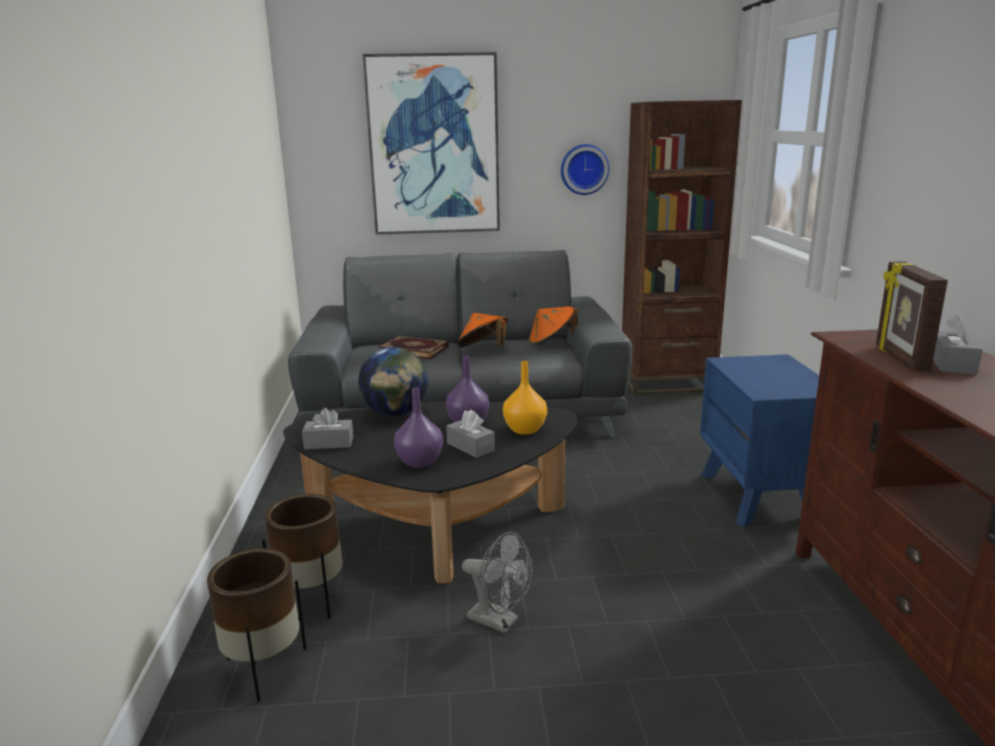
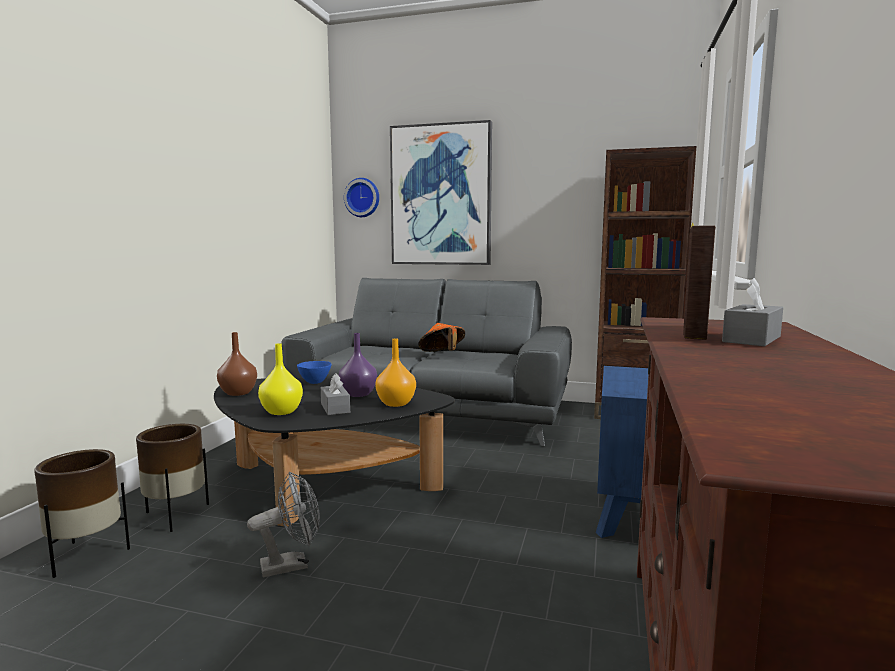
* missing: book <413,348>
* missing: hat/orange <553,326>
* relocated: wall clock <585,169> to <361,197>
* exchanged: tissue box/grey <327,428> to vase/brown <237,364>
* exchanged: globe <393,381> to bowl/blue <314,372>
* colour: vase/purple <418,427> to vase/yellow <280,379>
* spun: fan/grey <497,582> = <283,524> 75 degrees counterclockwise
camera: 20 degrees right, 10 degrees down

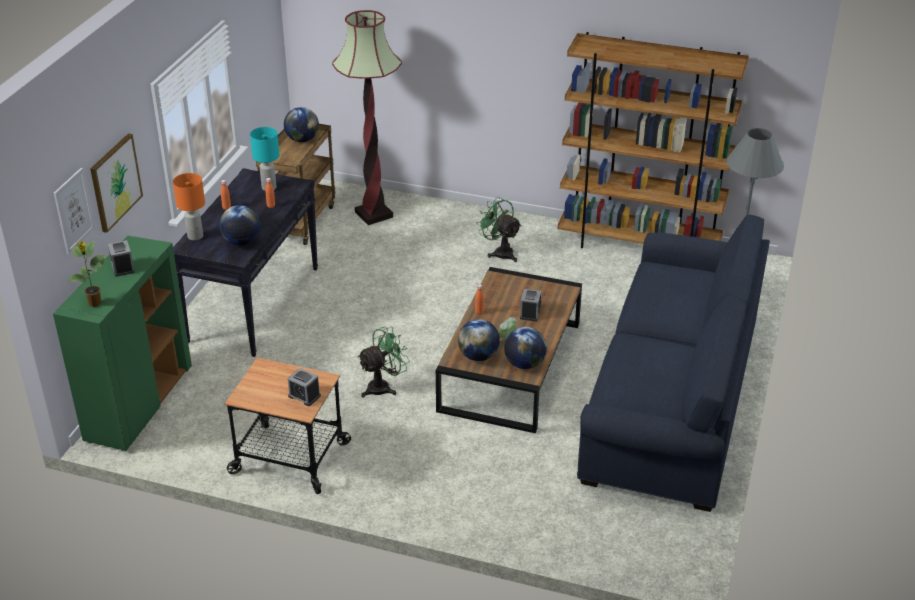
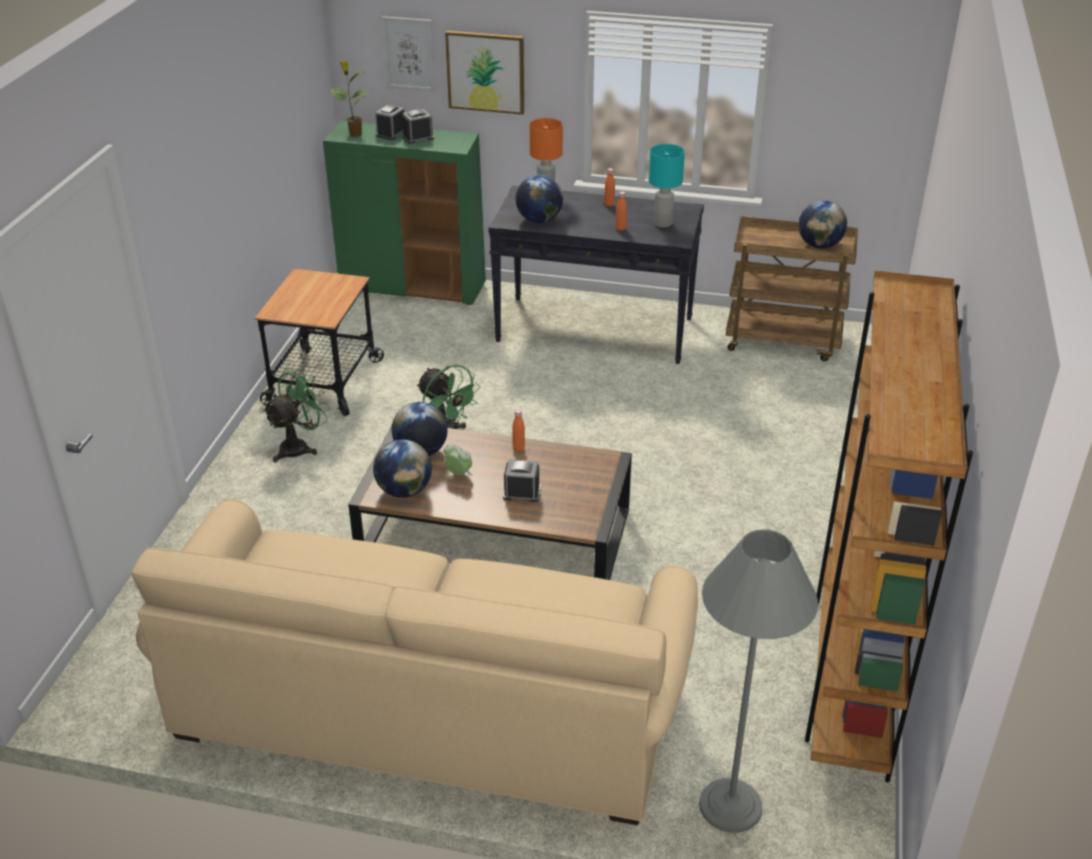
* missing: floor lamp <367,117>
* relocated: alarm clock <304,387> to <390,122>
* relocated: fan/green <498,229> to <296,415>
* colour: sofa/blue <673,363> to sofa/beige <414,662>
camera: 85 degrees right, 0 degrees up

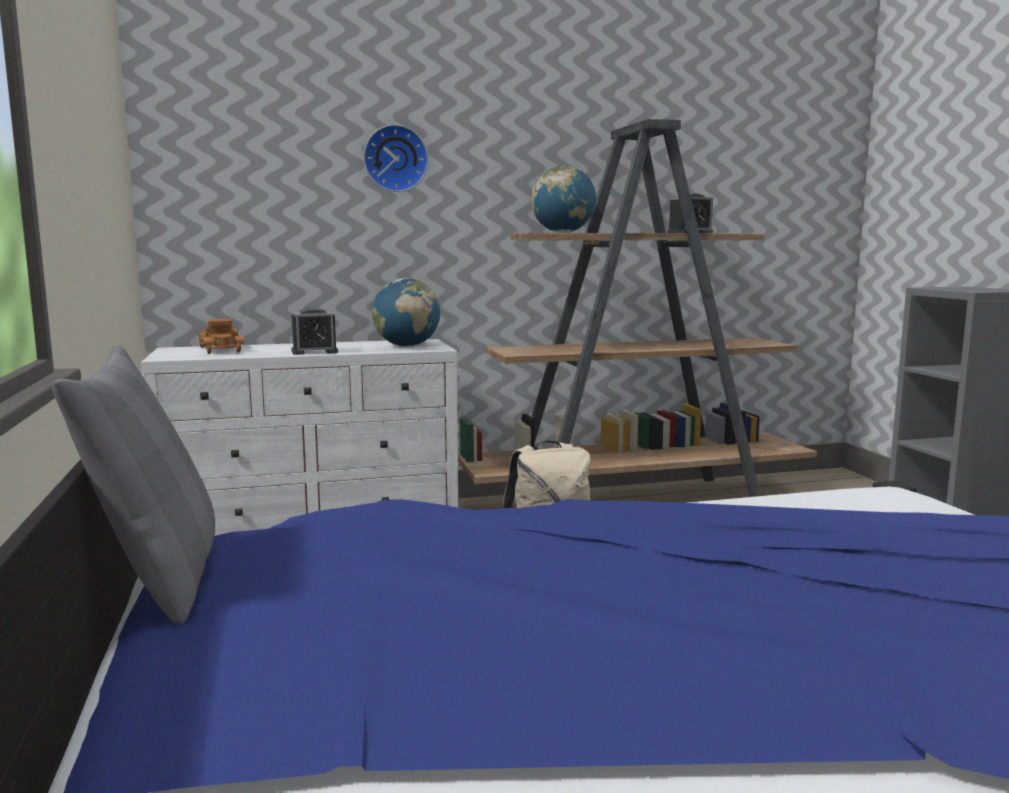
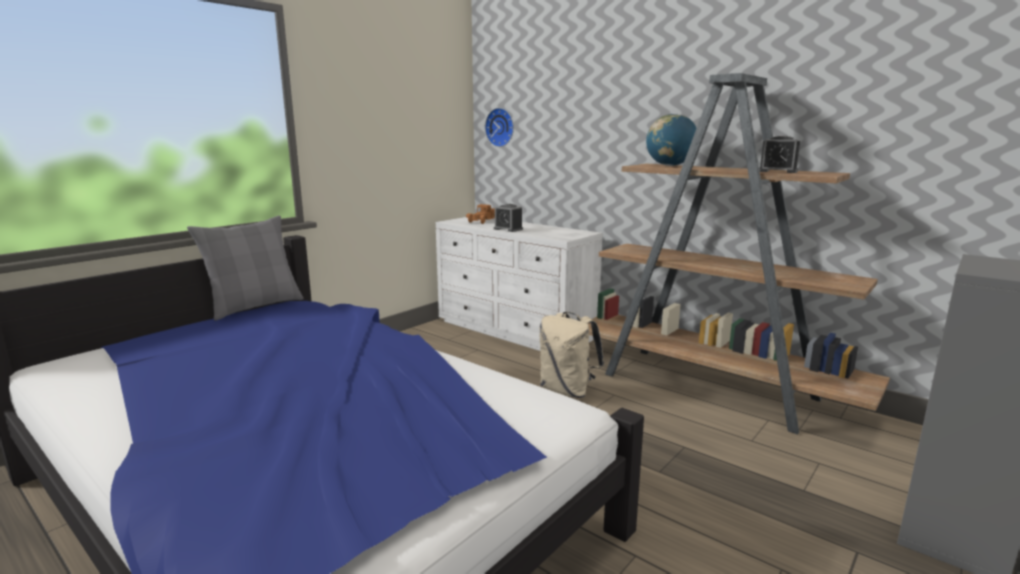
* missing: globe <406,312>
* relocated: wall clock <396,158> to <499,127>
camera: 55 degrees right, 5 degrees up

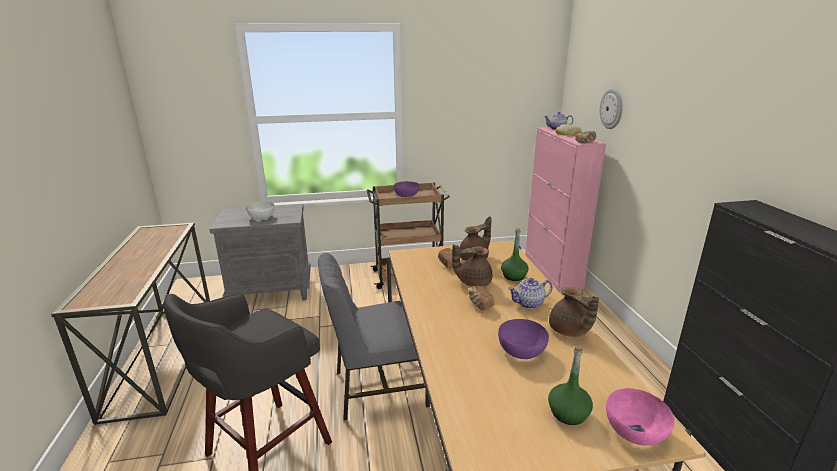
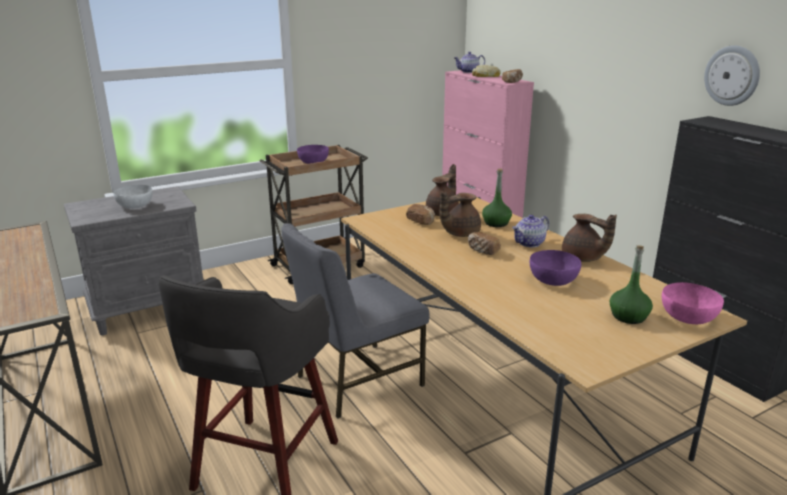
* relocated: wall clock <611,108> to <732,75>
camera: 20 degrees left, 0 degrees up

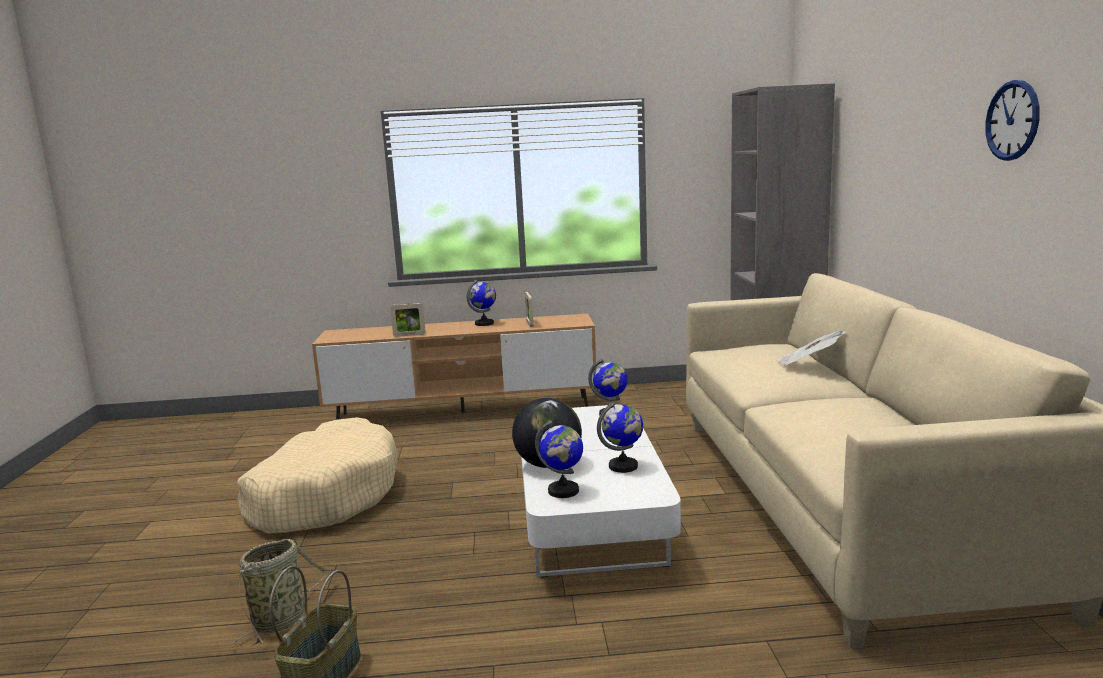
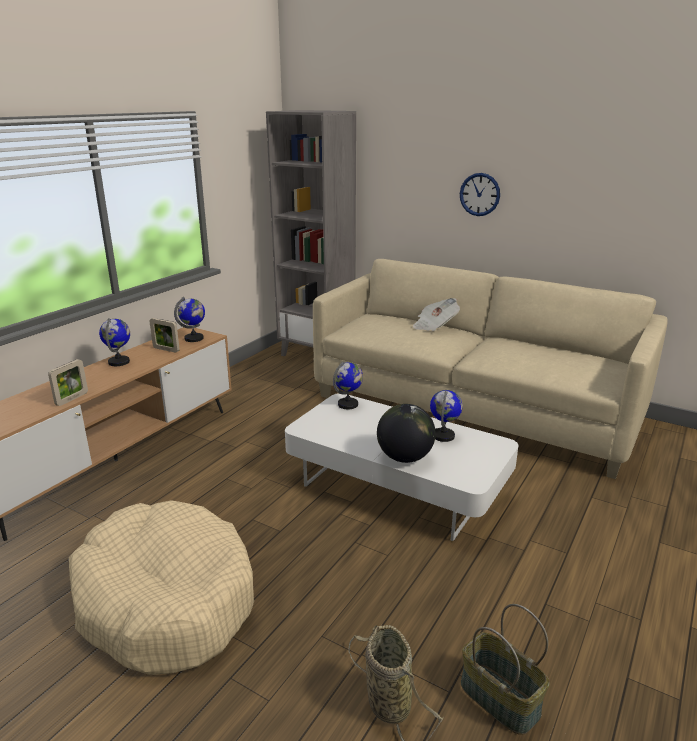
* relocated: globe <559,459> to <189,319>
* relocated: wall clock <1012,120> to <480,194>
camera: 55 degrees left, 10 degrees up

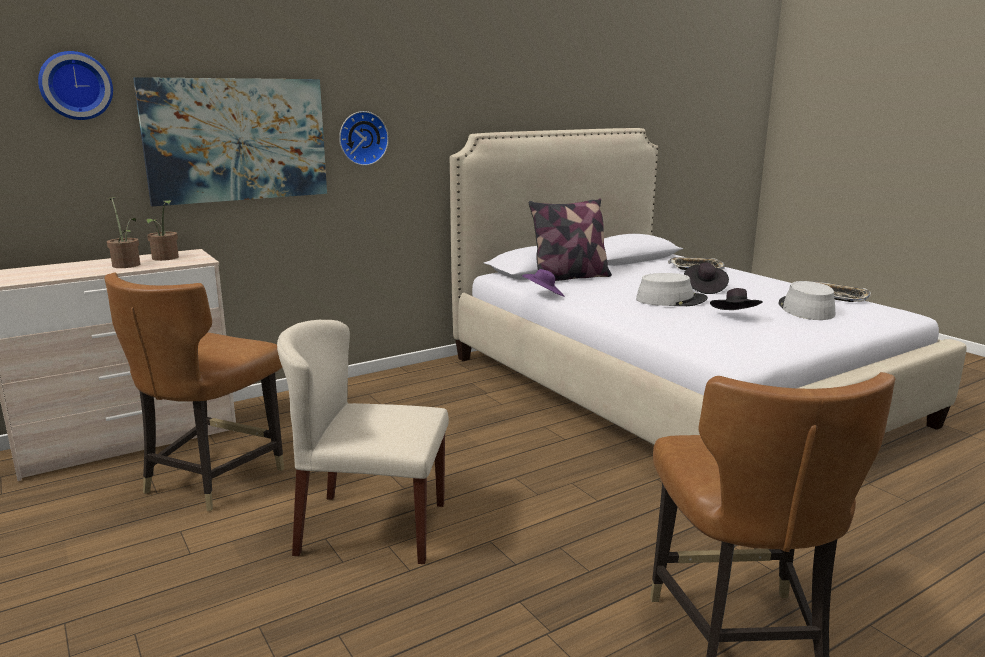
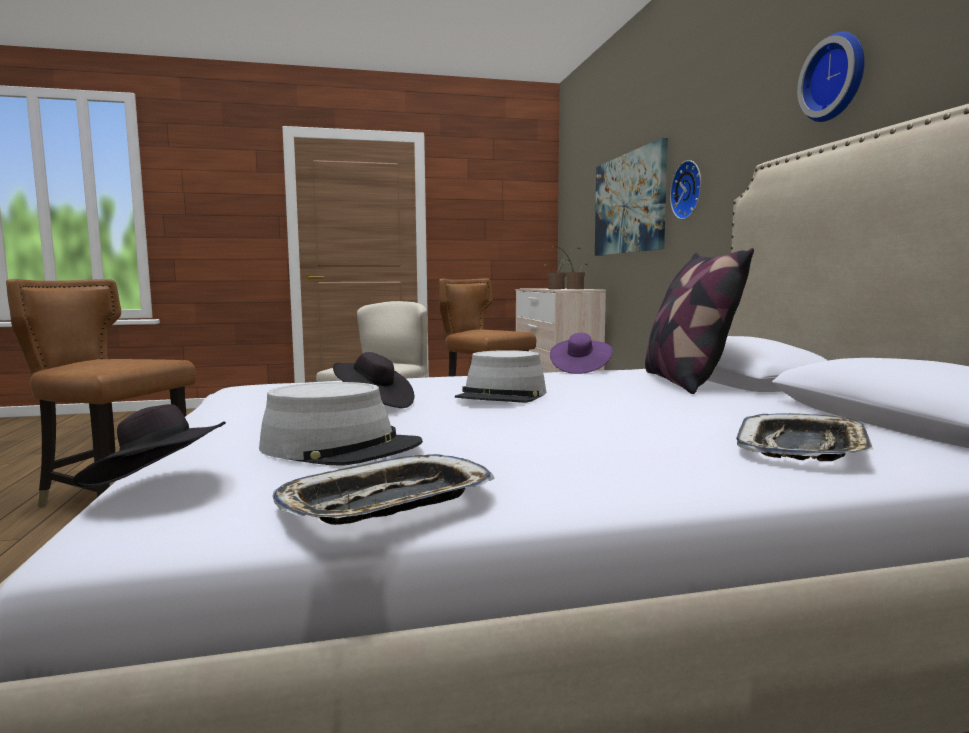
* relocated: wall clock <75,85> to <830,76>
* relocated: hat/black <706,278> to <149,446>
camera: 110 degrees right, 10 degrees down

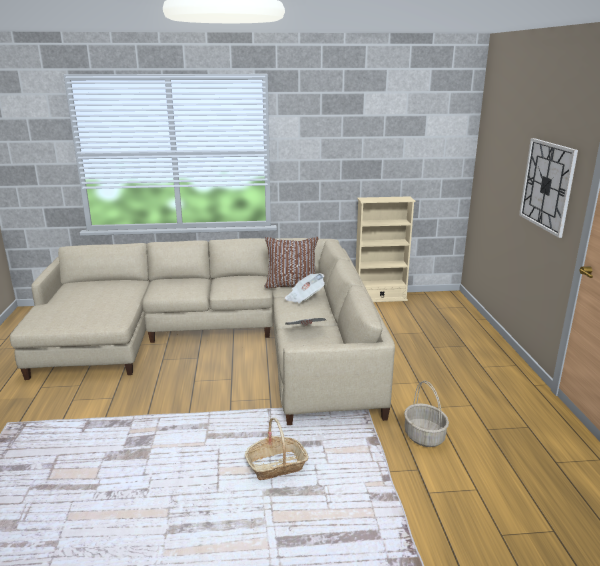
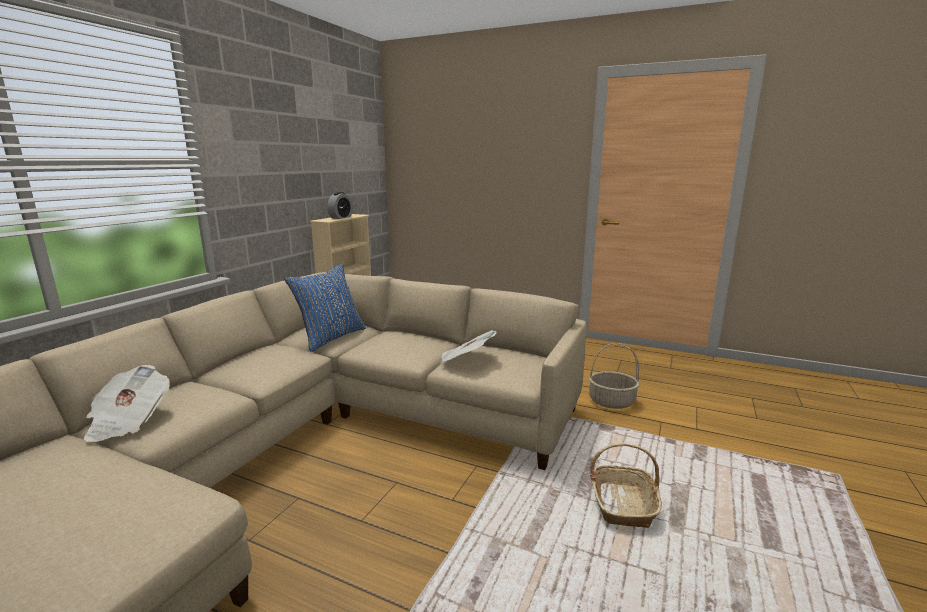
* missing: wall clock <548,188>
* appeared: alarm clock <340,205>
* relocated: newspaper <305,288> to <127,403>
* colour: pillow/brown <292,262> to pillow/blue <325,307>
camera: 60 degrees left, 5 degrees down

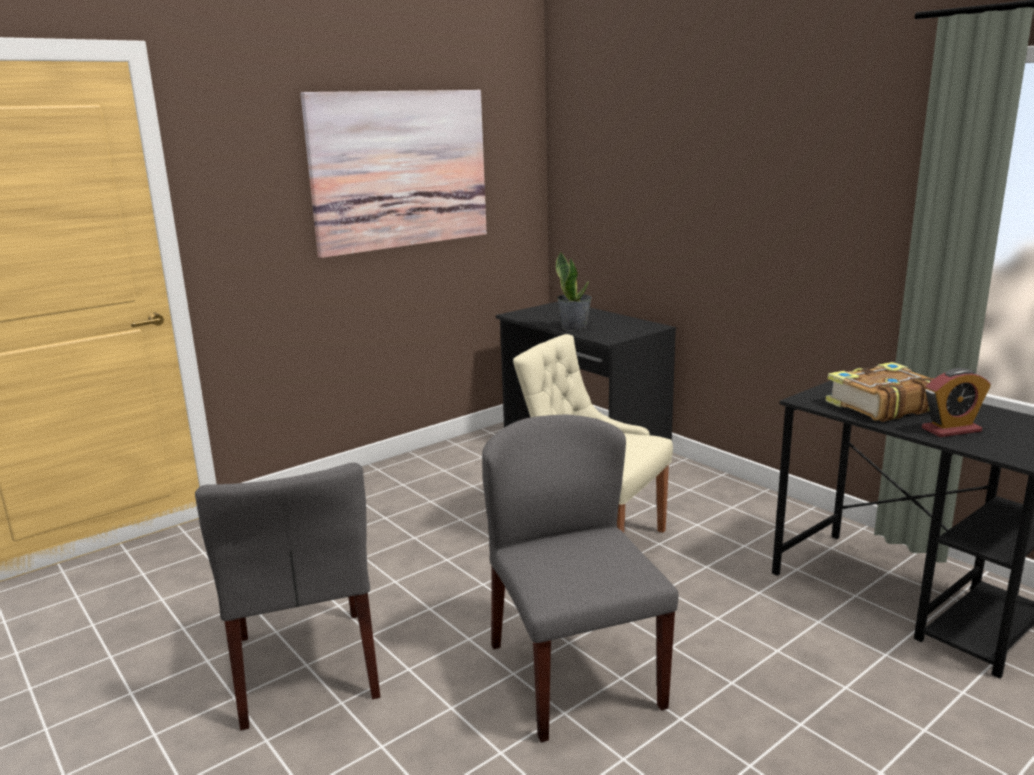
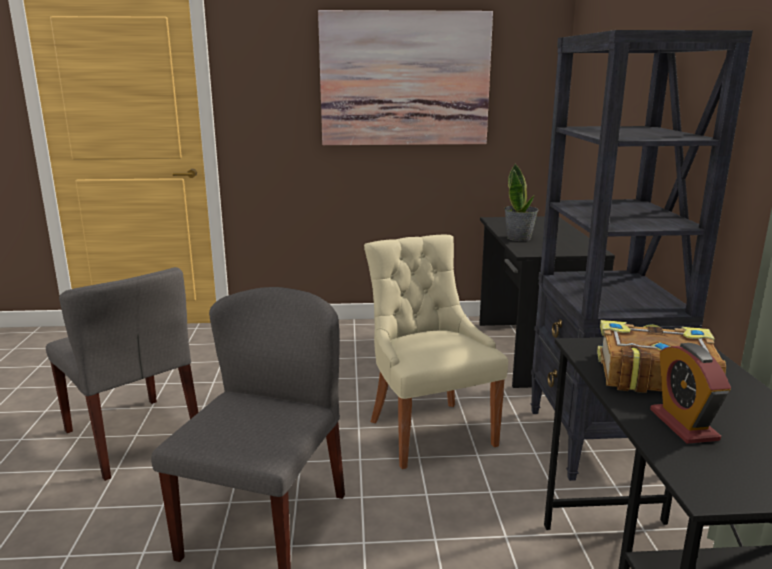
* appeared: bookcase/black <642,255>
* spun: chair/grey <287,596> = <122,374> 60 degrees counterclockwise
* spun: alarm clock <956,402> = <690,393> 60 degrees clockwise
camera: 35 degrees right, 0 degrees up

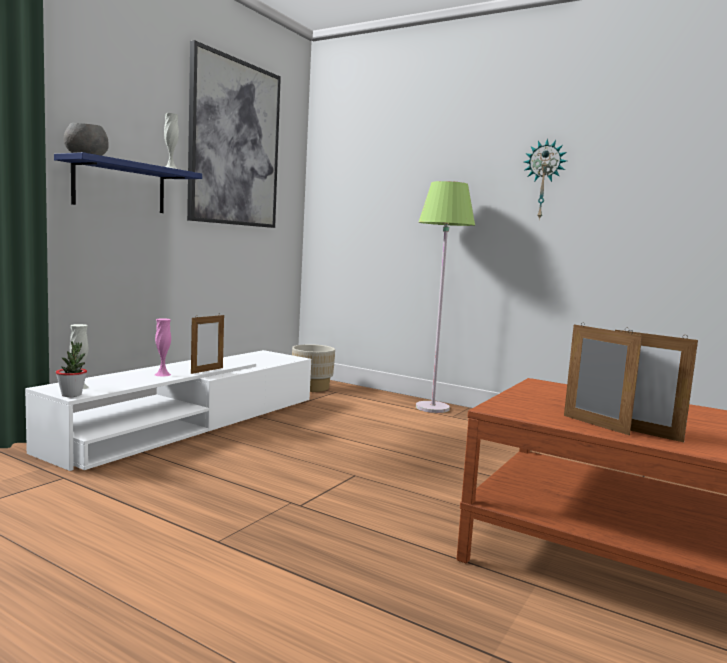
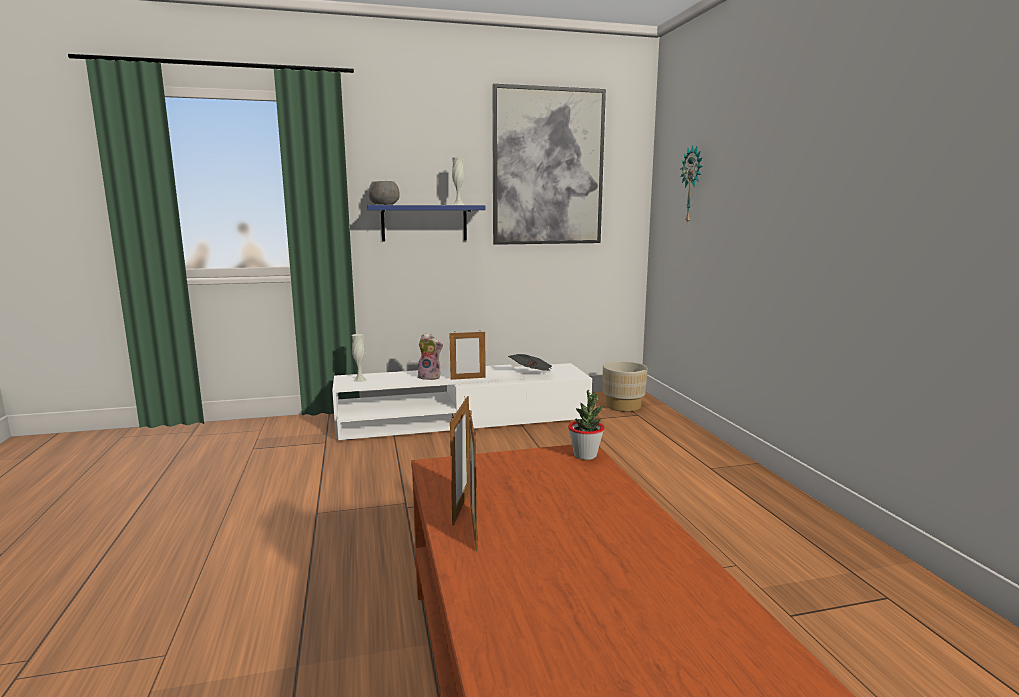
* missing: floor lamp/green <445,297>
* appeared: newspaper <530,362>
* relocated: potted plant <71,369> to <586,425>
* relocated: wall clock <545,179> to <692,184>
* exchanged: vase/pink <163,347> to plush toy <430,356>
camera: 45 degrees right, 5 degrees up

